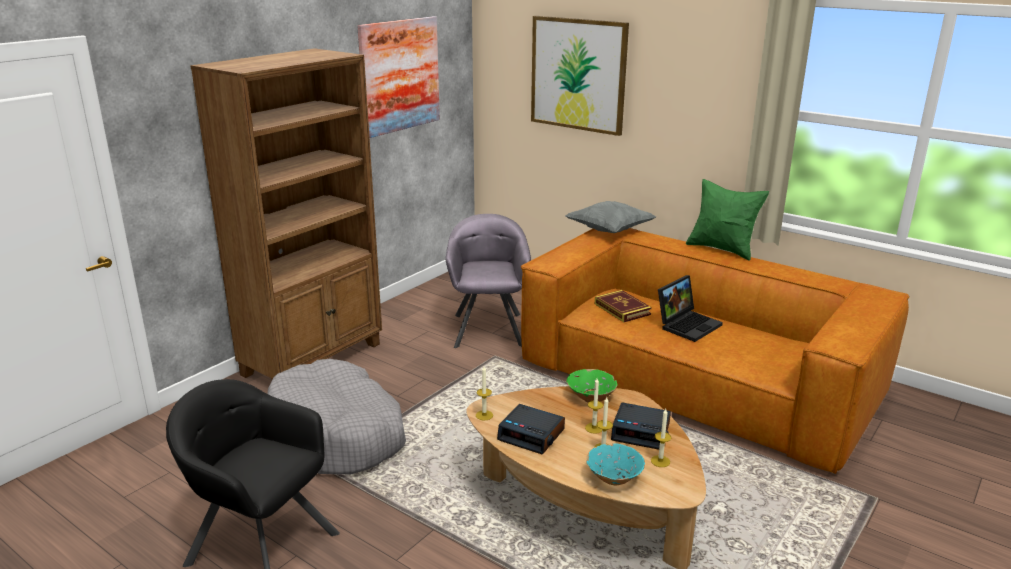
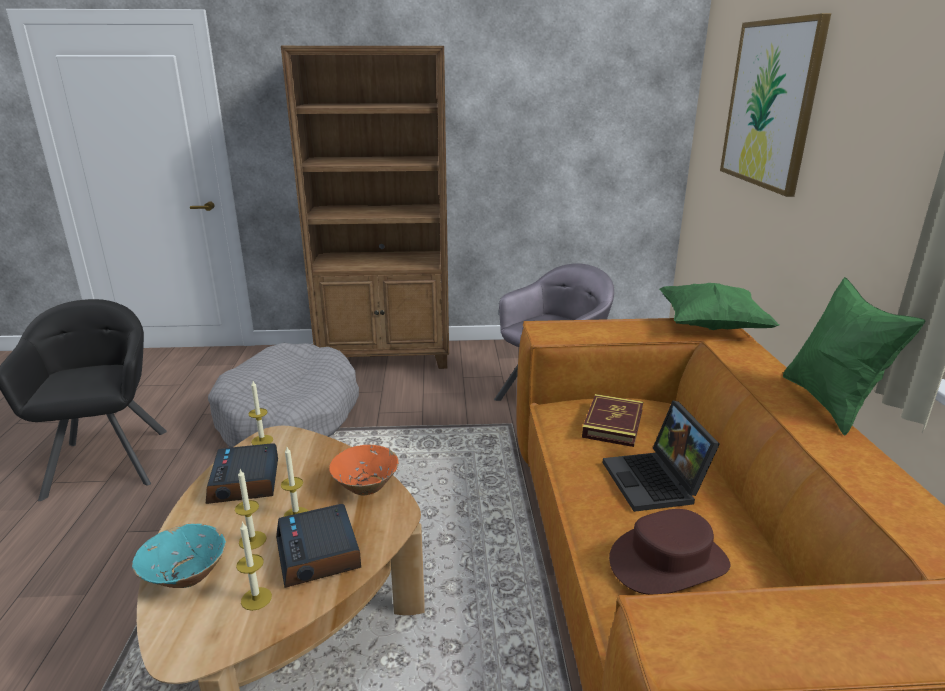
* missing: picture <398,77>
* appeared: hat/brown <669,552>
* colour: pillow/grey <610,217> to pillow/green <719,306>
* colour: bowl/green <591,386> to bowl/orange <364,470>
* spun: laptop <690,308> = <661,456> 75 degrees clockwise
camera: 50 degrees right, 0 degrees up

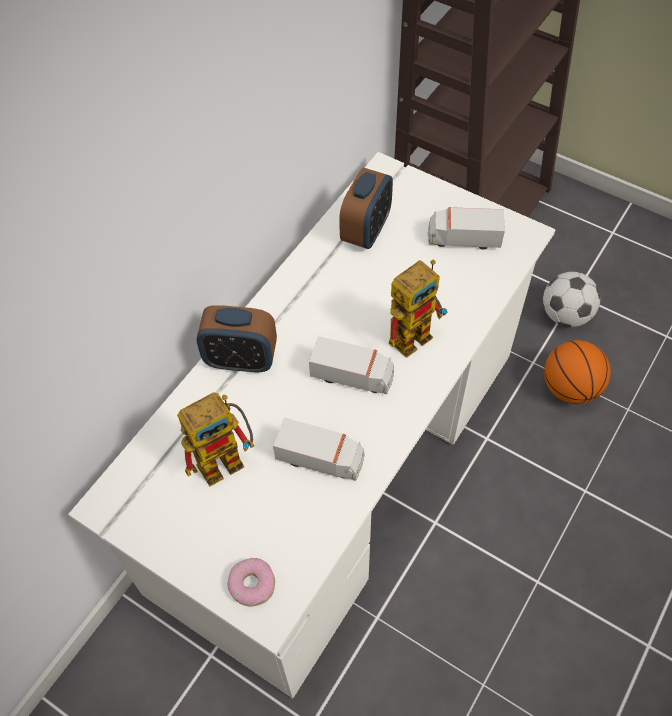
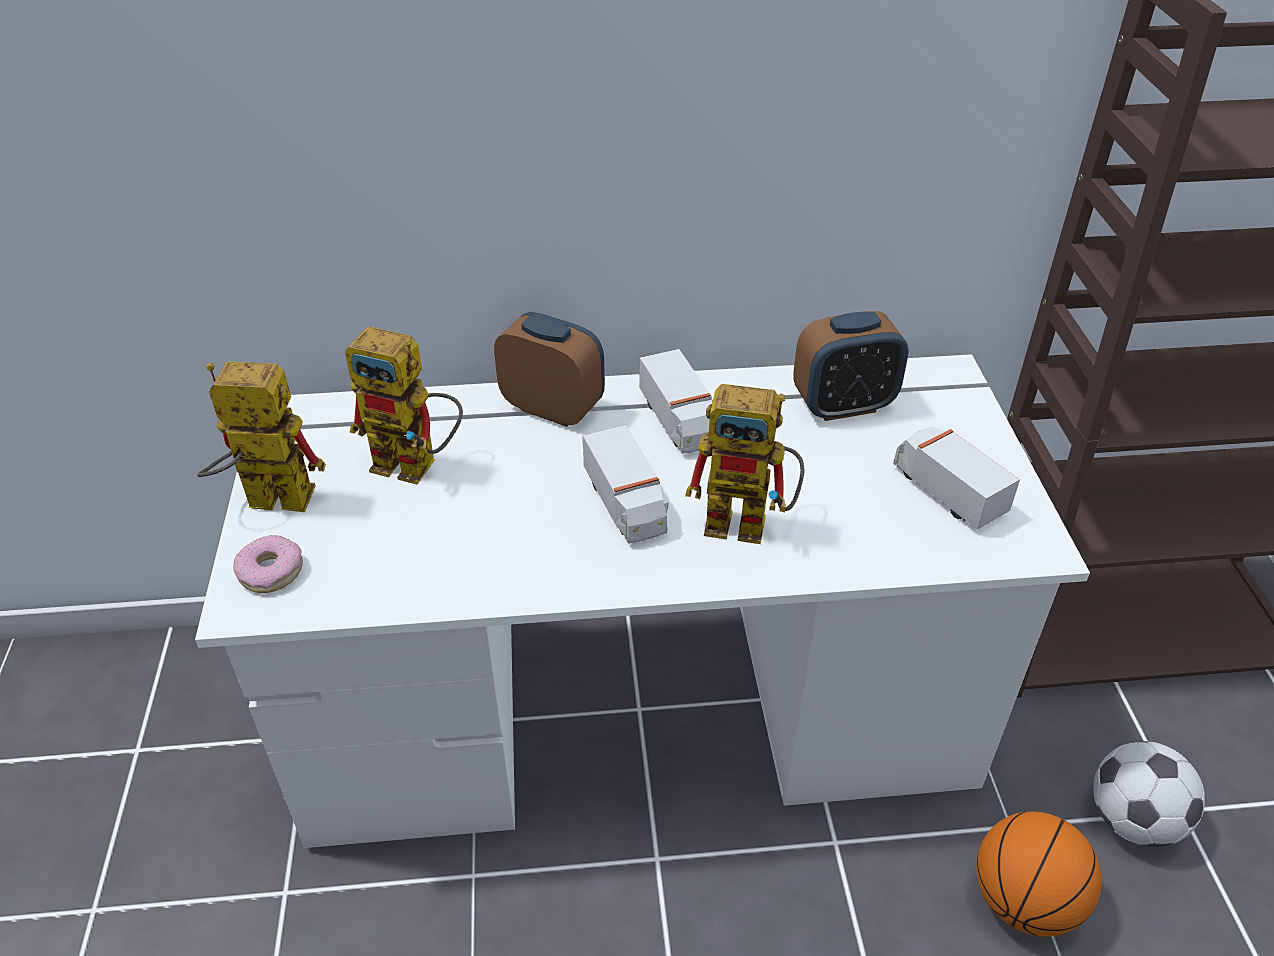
* appeared: toy robot <261,436>
* relocated: toy truck <318,449> to <675,401>
* spun: alarm clock <236,339> = <549,369> 150 degrees clockwise
camera: 50 degrees right, 15 degrees down

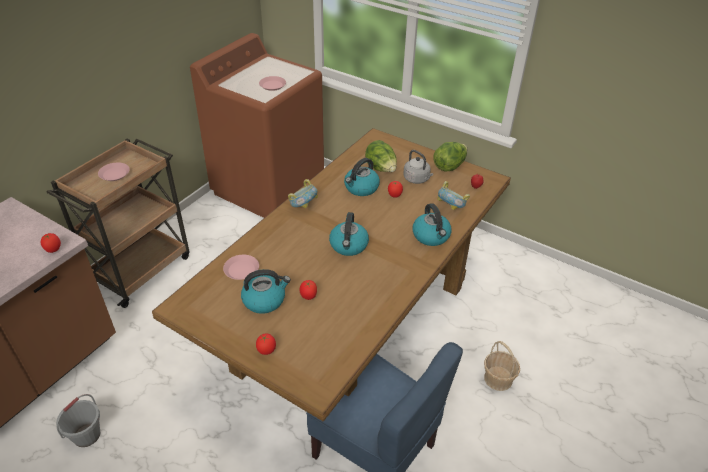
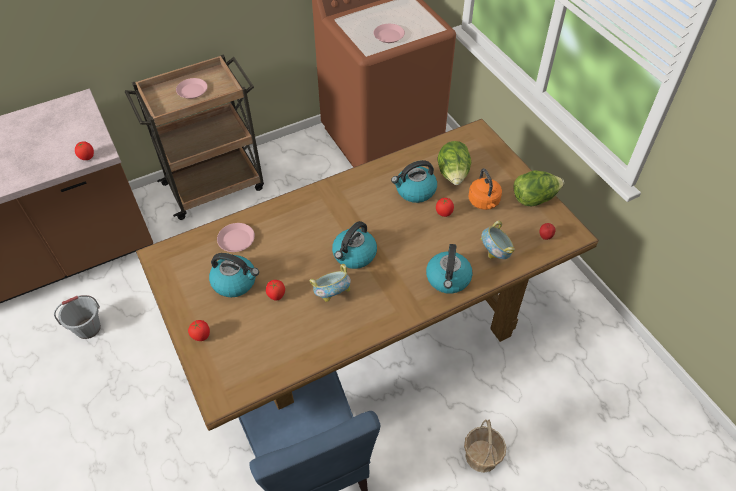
* relocated: bowl <303,193> to <330,283>
* colour: kettle/grey <418,167> to kettle/orange <485,189>
camera: 30 degrees right, 10 degrees up

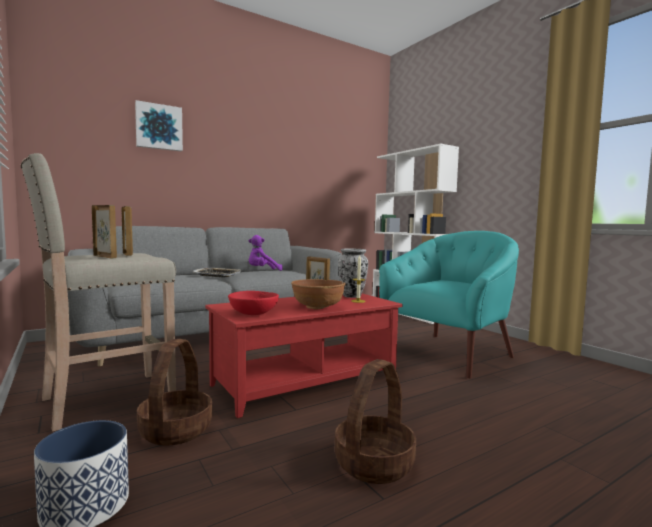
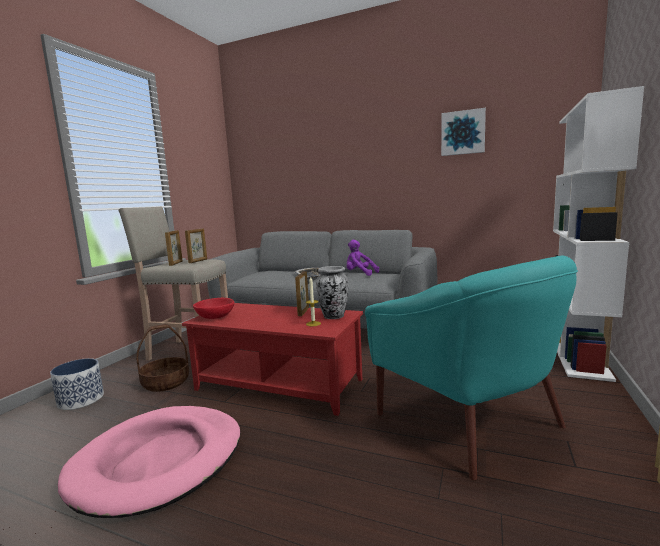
* missing: bowl/brown <318,294>
* relocated: picture <159,125> to <463,132>
* exchanged: basket <375,421> to dog bed/pink <149,462>
* spun: armchair/turquoise <449,304> = <471,367> 45 degrees clockwise
camera: 55 degrees right, 5 degrees up

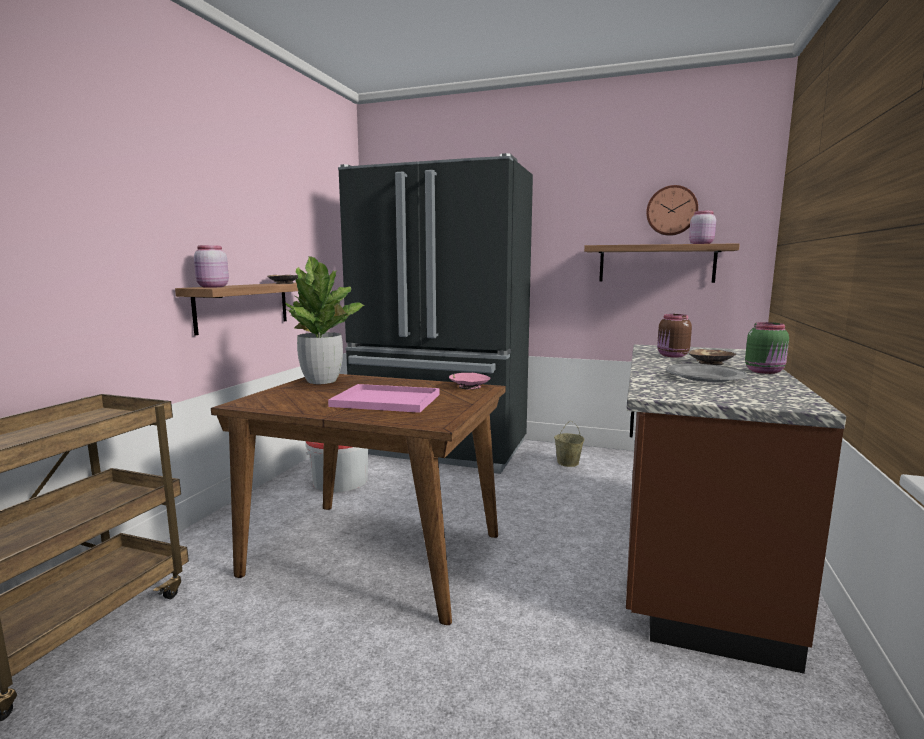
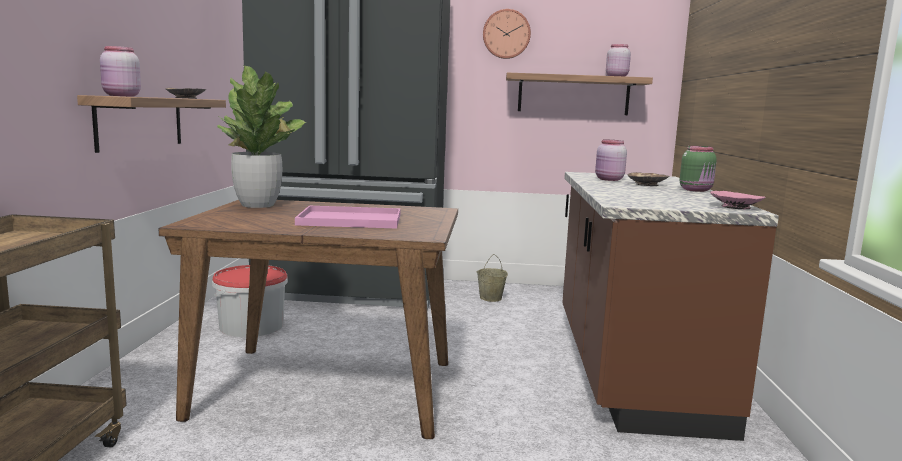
* missing: plate/grey <706,373>
* relocated: bowl/pink <470,381> to <738,200>
* relocated: wall clock <672,210> to <507,34>
* colour: jar/brown <674,335> to jar/pink <611,160>
camera: 15 degrees left, 0 degrees up

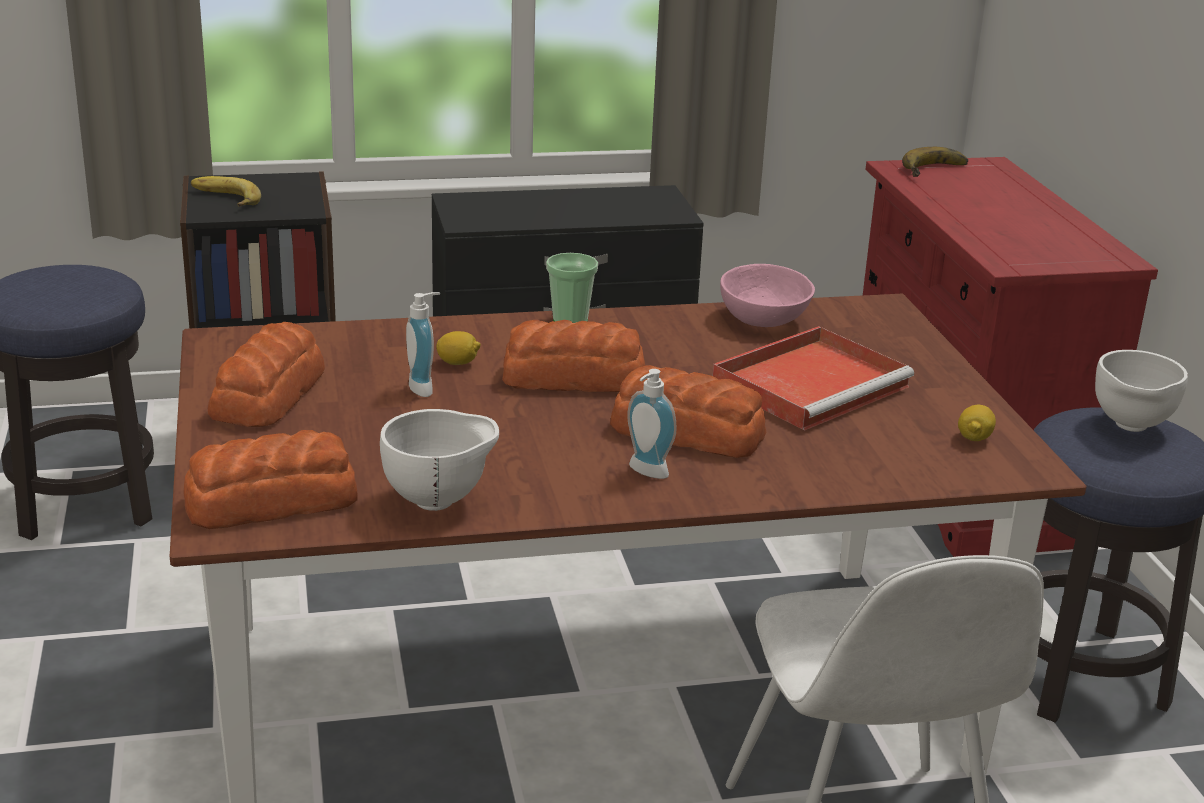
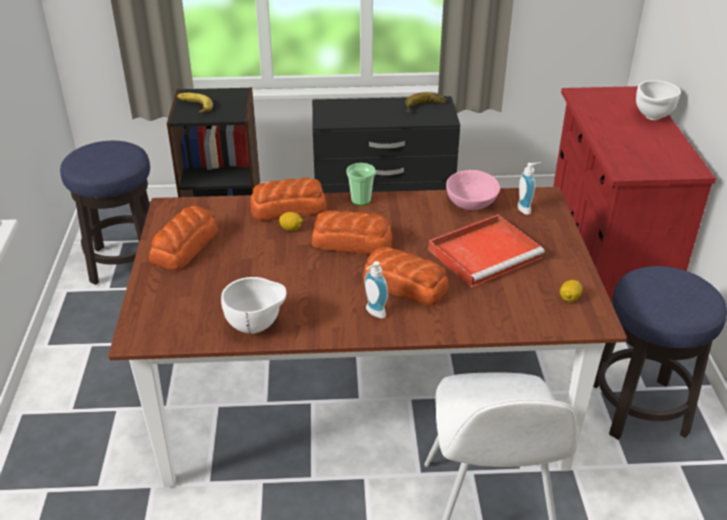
* relocated: bread <270,479> to <288,199>
* relocated: soap dispenser <423,344> to <529,188>
* relocated: banana <935,162> to <426,102>
* relocated: bowl/white <1141,391> to <658,100>
camera: 10 degrees right, 10 degrees up

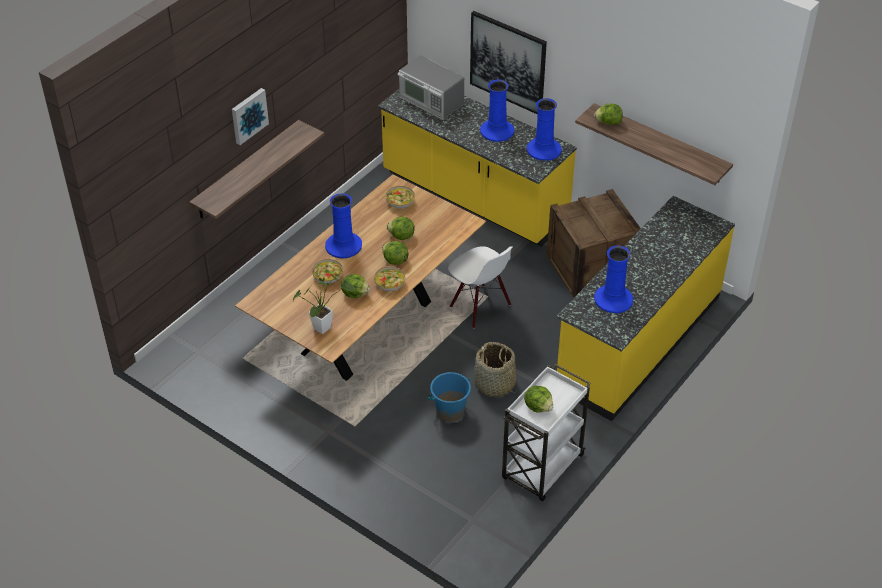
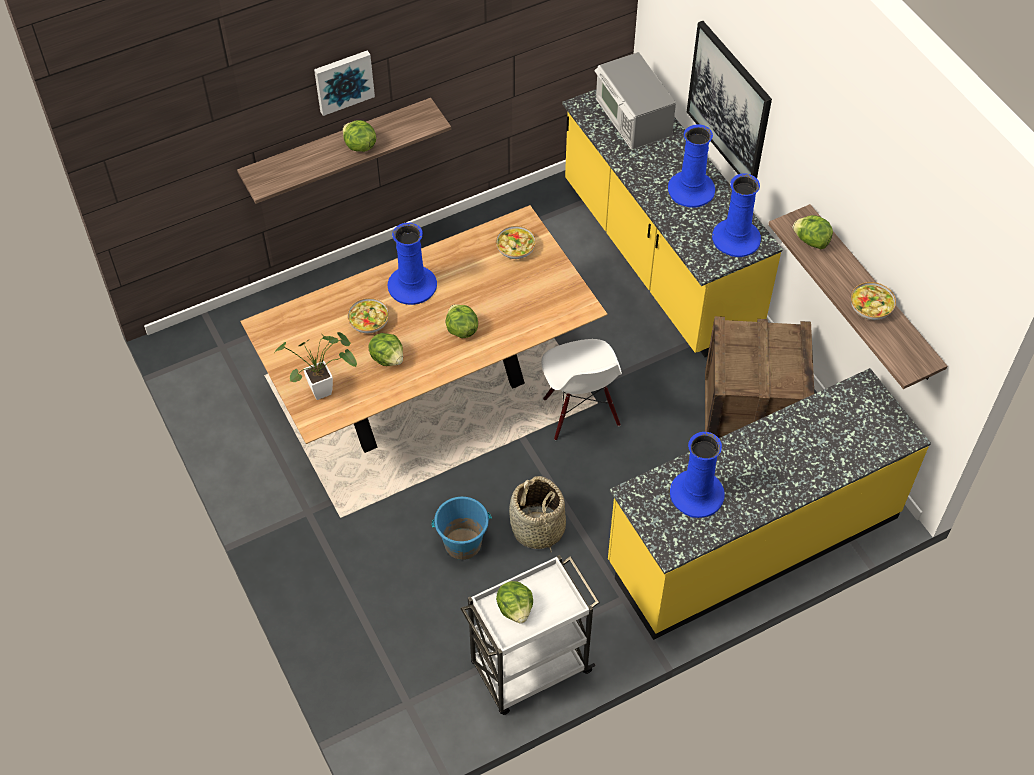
* relocated: bowl <389,279> to <873,301>
* relocated: lettuce <401,228> to <359,136>
camera: 25 degrees right, 10 degrees up

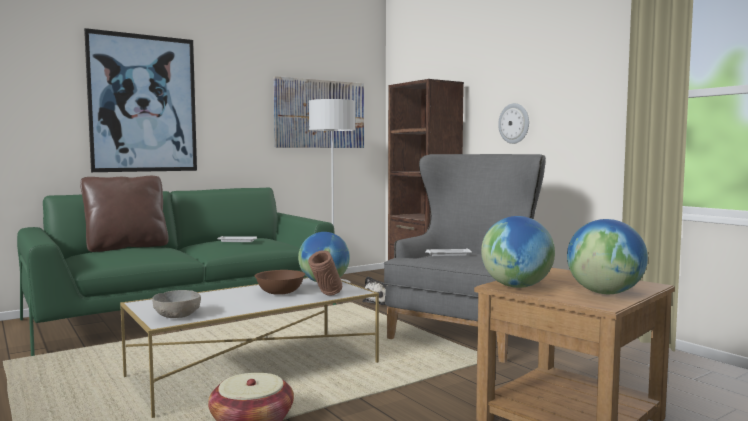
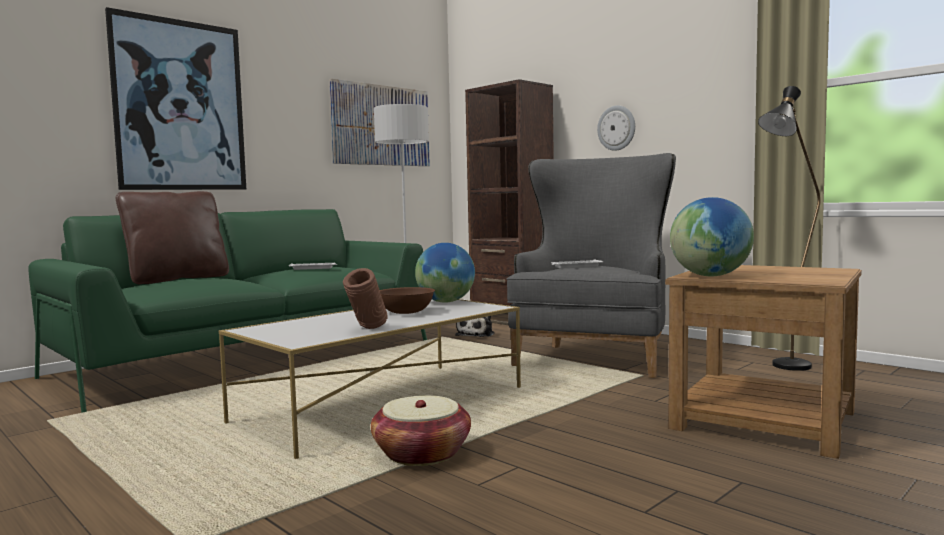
* missing: bowl/grey <176,304>
* missing: globe <607,256>
* appeared: floor lamp/black <789,228>
* relocated: vase/brown <325,273> to <365,298>
camera: 10 degrees left, 0 degrees up

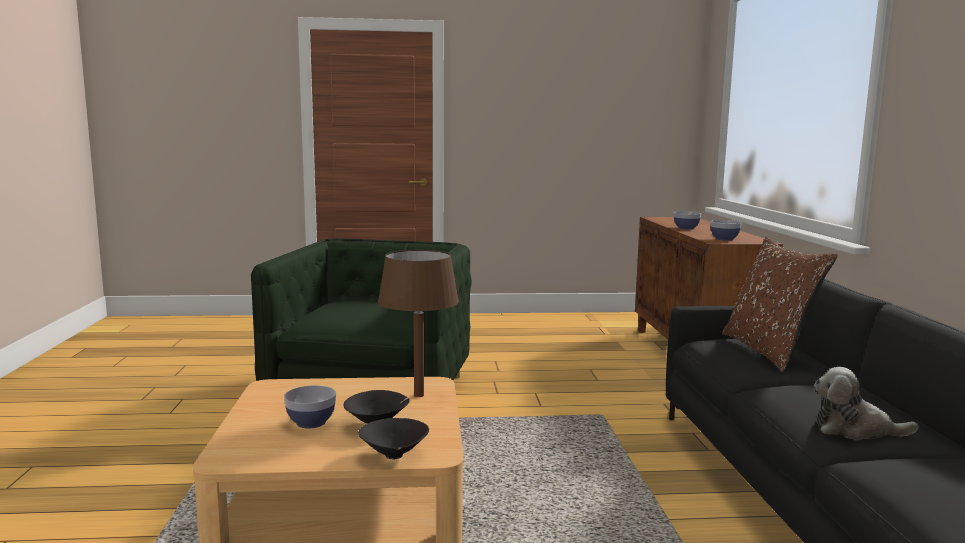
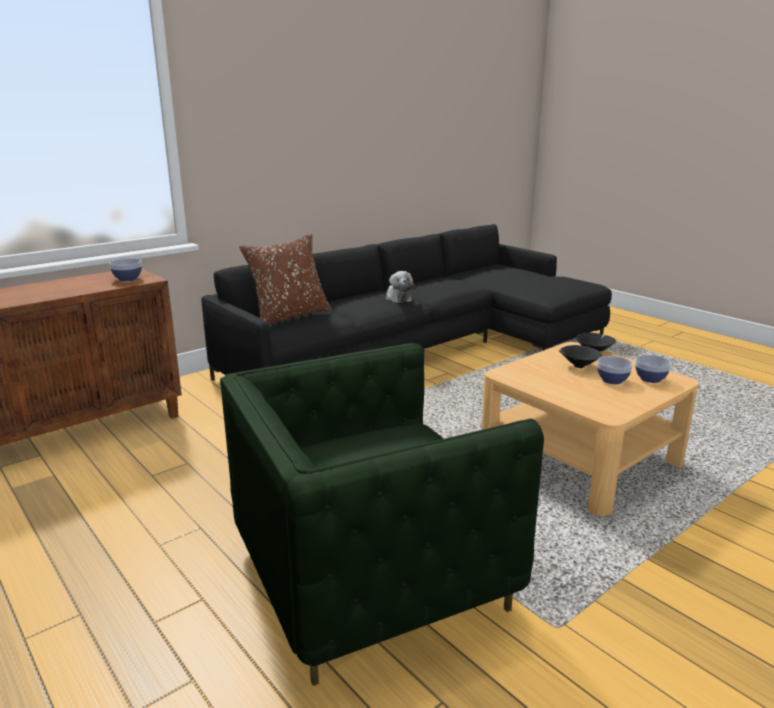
* missing: table lamp/brown <418,323>
* relocated: bowl <687,220> to <653,369>
camera: 125 degrees left, 10 degrees up

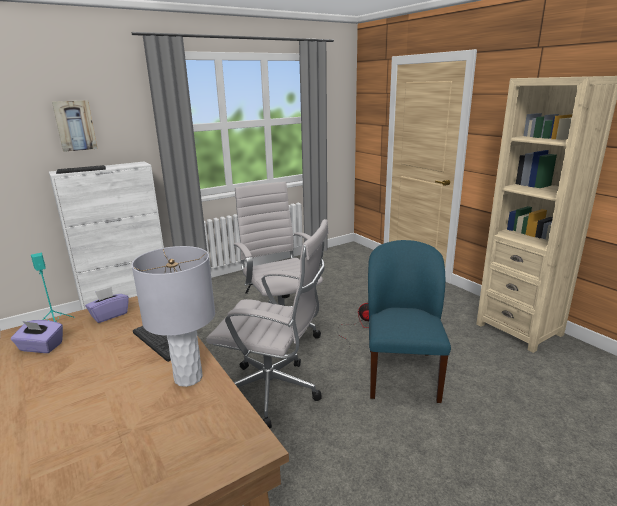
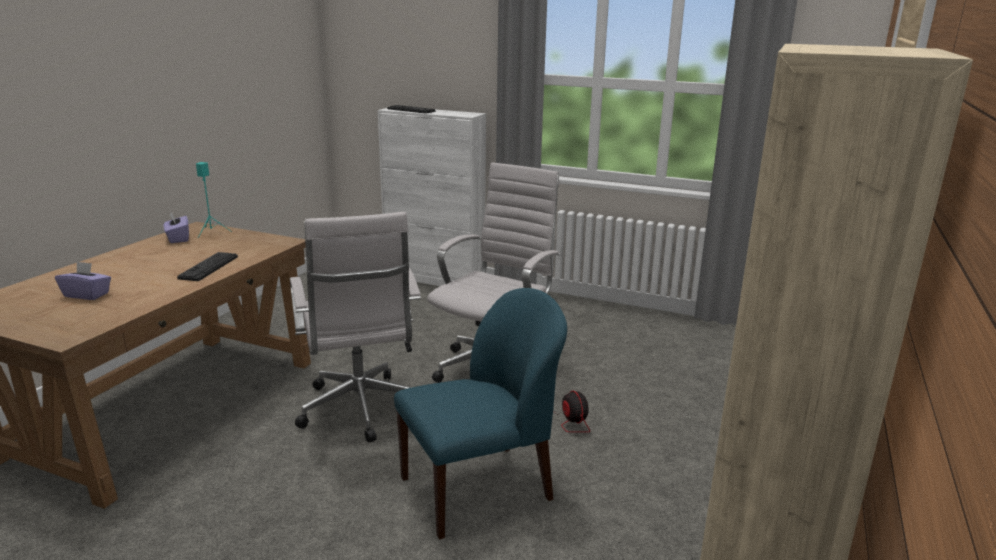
* missing: picture <75,126>
* missing: table lamp/grey <173,316>
* relocated: tissue box/purple <107,305> to <83,280>
camera: 55 degrees right, 0 degrees up

